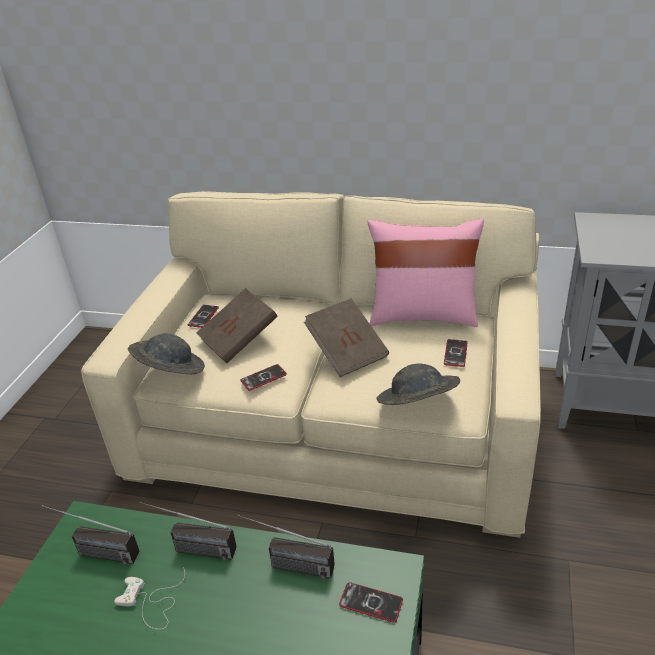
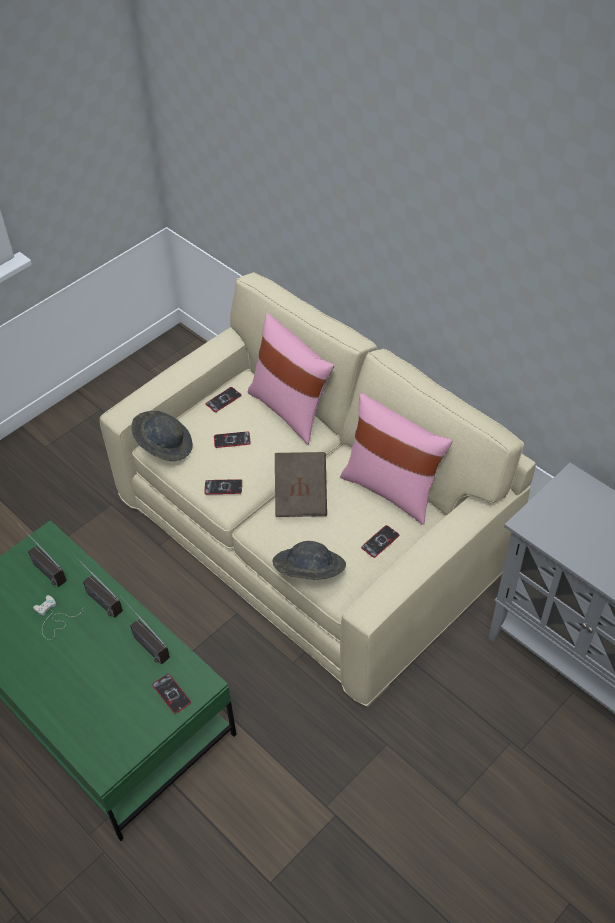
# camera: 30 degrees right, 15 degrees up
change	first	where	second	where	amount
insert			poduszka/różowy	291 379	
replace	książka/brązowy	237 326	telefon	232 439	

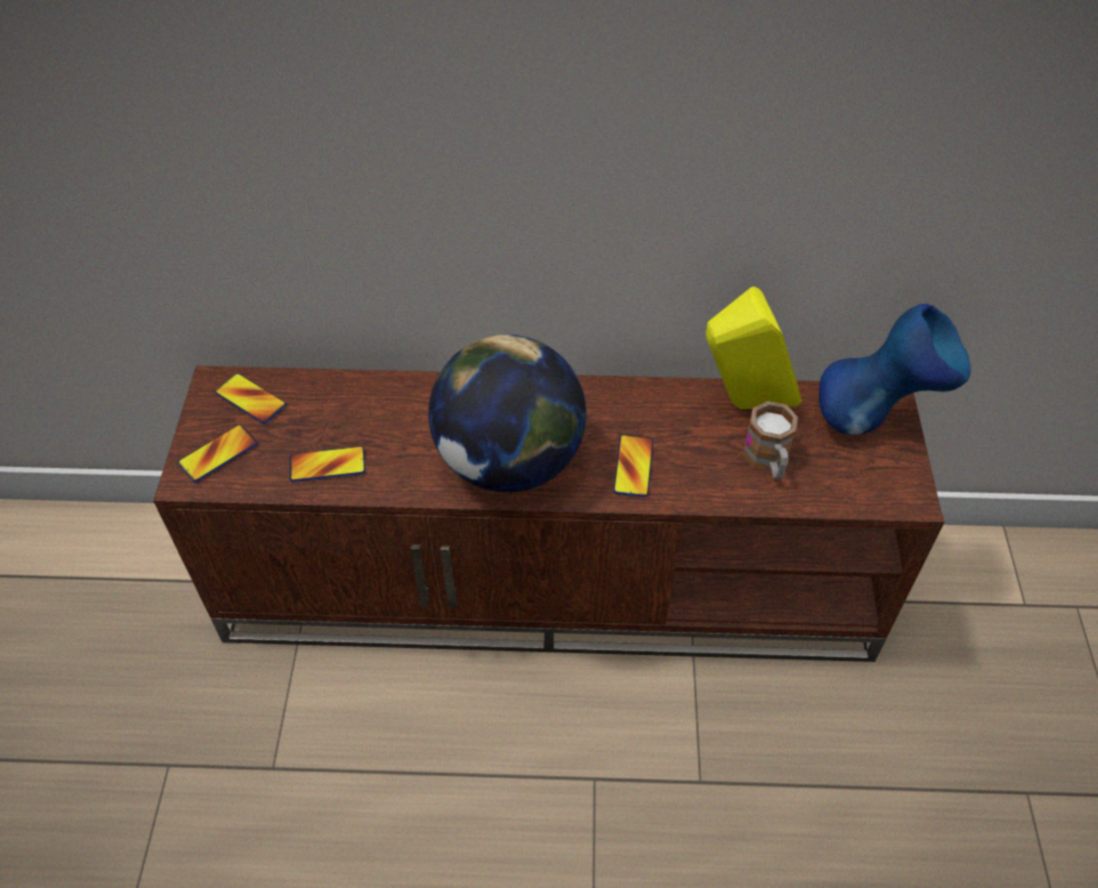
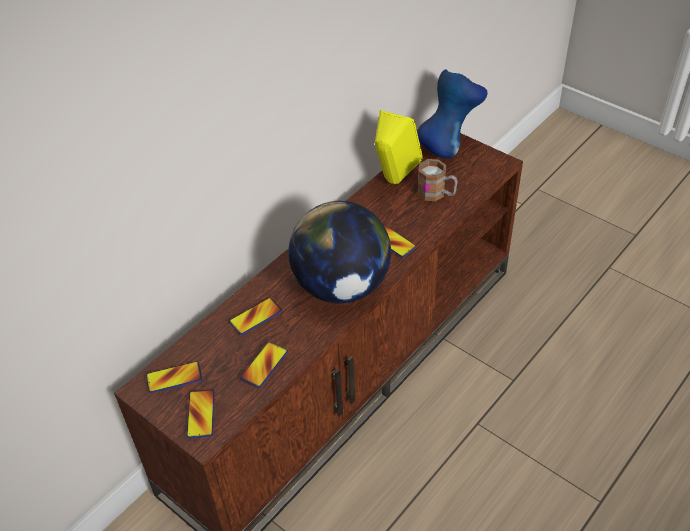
# camera: 50 degrees left, 5 degrees down
change	first	where	second	where	amount
insert			telefon	255 316	

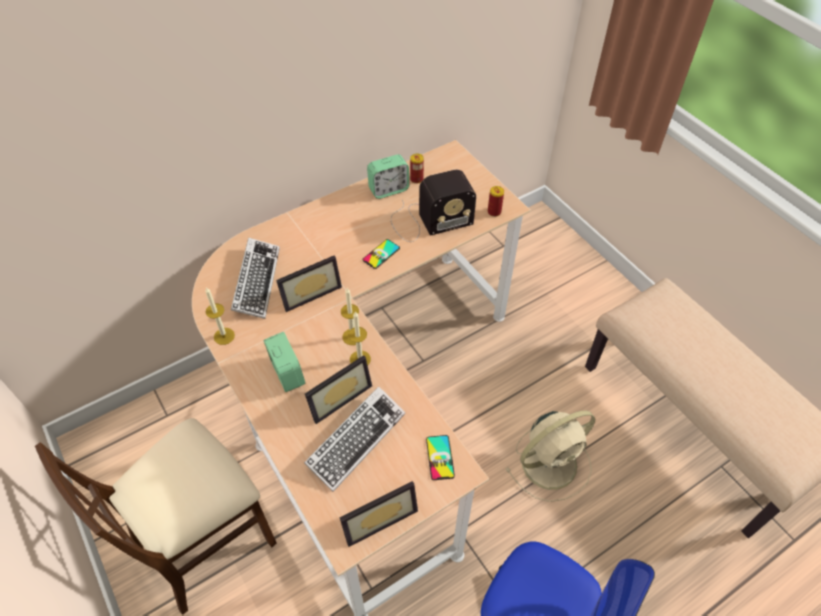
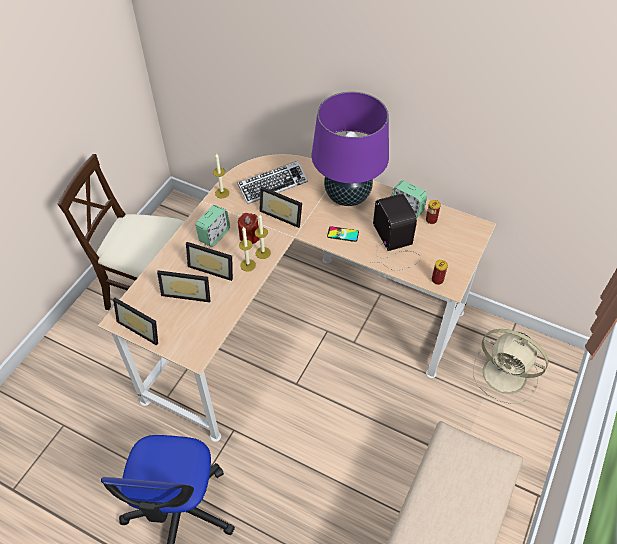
# camera: 60 degrees right, 0 degrees up
change	first	where	second	where	amount
delete	telefon	440 457			
insert			świeca/czerwony	249 228	
insert			lampa stołowa/fioletowy	350 148	
move	wentylator/beżowy	550 456		510 366	
replace	klawiatura	354 439	ramka na zdjęcie	183 286	
rotate	radio	433 205		396 232	150 degrees counterclockwise

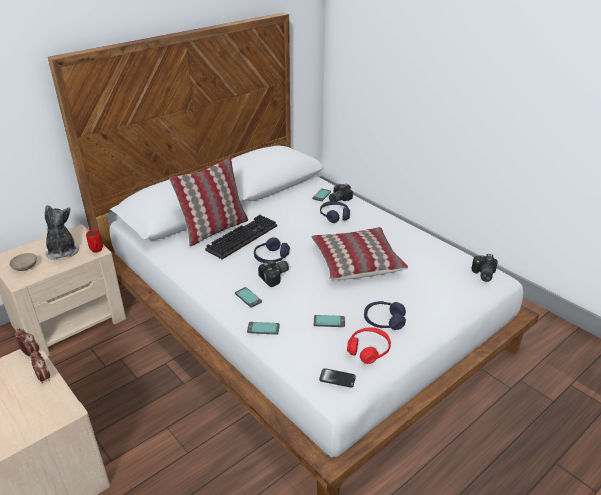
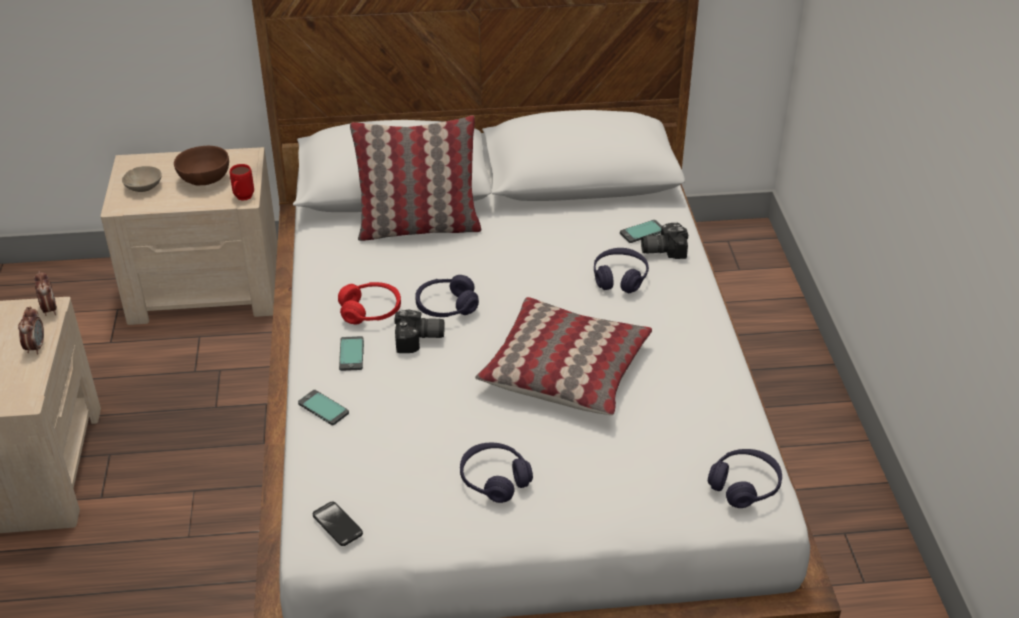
# camera: 35 degrees right, 5 degrees up
change	first	where	second	where	amount
delete	klawiatura	241 237			
delete	telefon	329 321			
move	słuchawki/czerwony	369 346		369 303	
replace	pluszak	62 232	miska/brązowy	201 166	
replace	aparat fotograficzny	484 268	słuchawki/fioletowy	745 478	

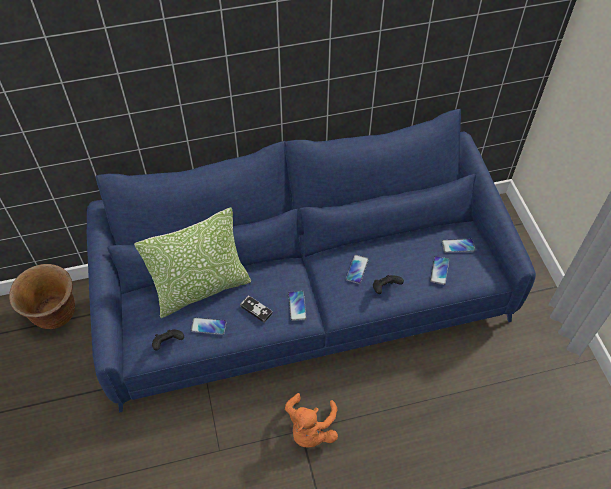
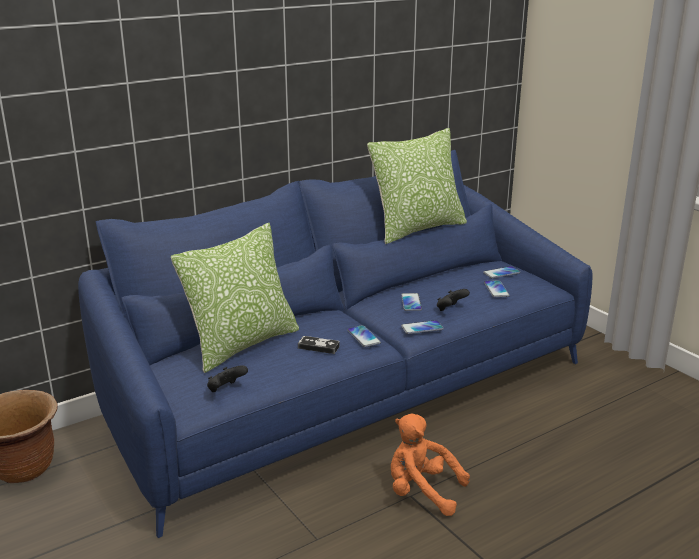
# camera: 20 degrees left, 30 degrees down
change	first	where	second	where	amount
insert			poduszka	417 186	
move	telefon	209 326		422 327	
rotate	pluszak/pomarańczowy	311 420		430 464	120 degrees clockwise

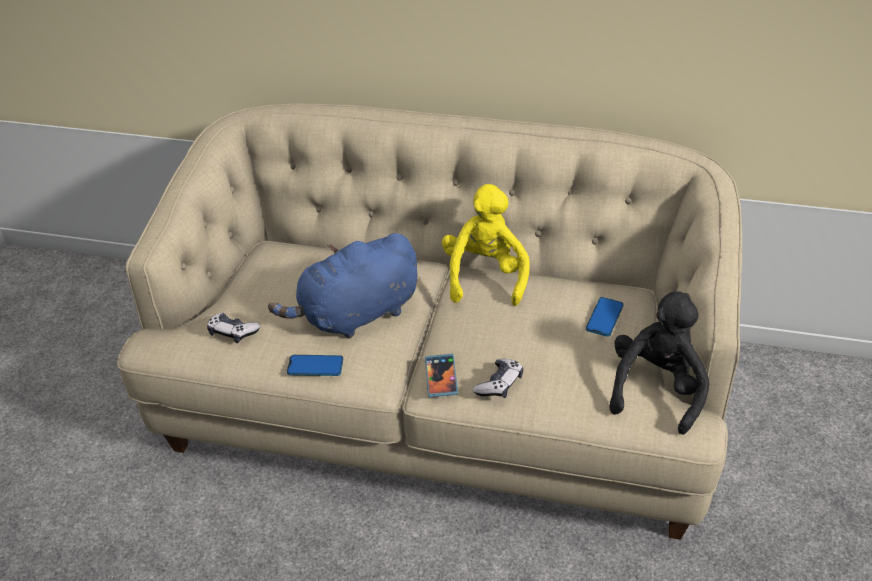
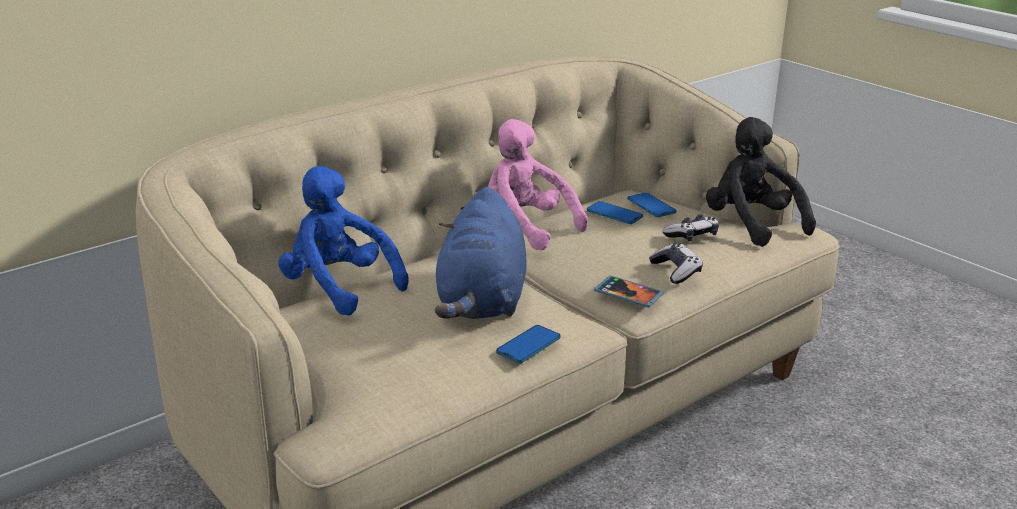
# camera: 55 degrees left, 15 degrees down
change	first	where	second	where	amount
insert			pluszak/niebieski	343 241	
insert			telefon	615 212	
move	pad do gier	233 328		691 228	
recolor	pluszak/żółty	486 245	pluszak/różowy	538 184	

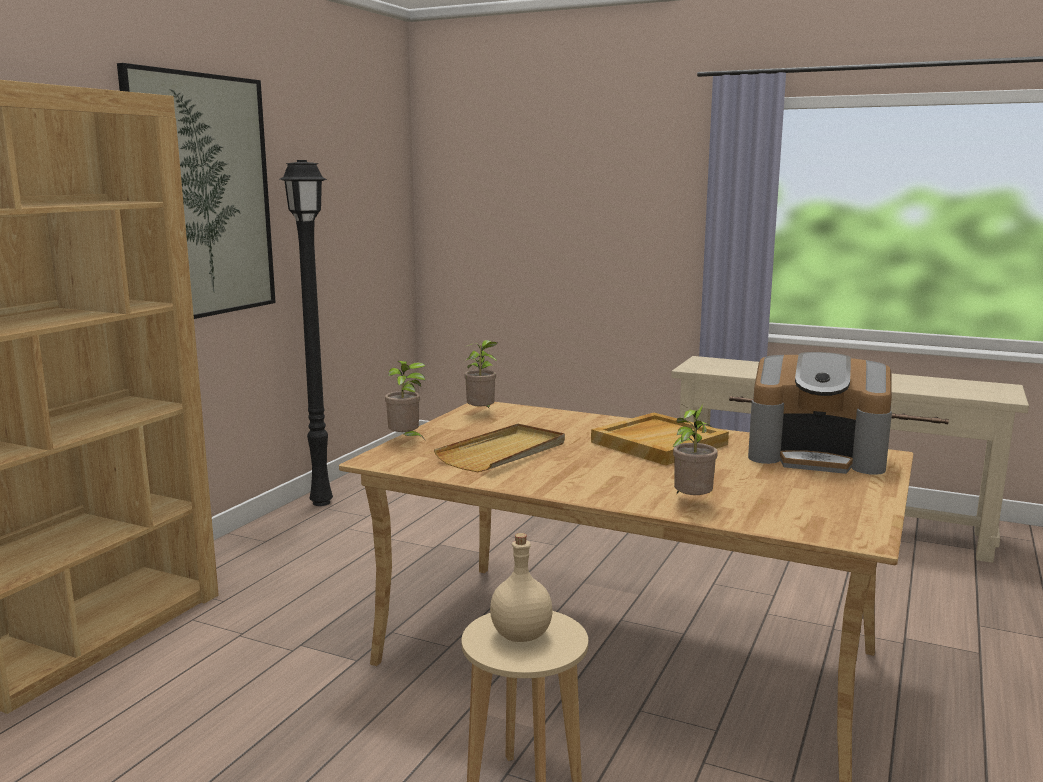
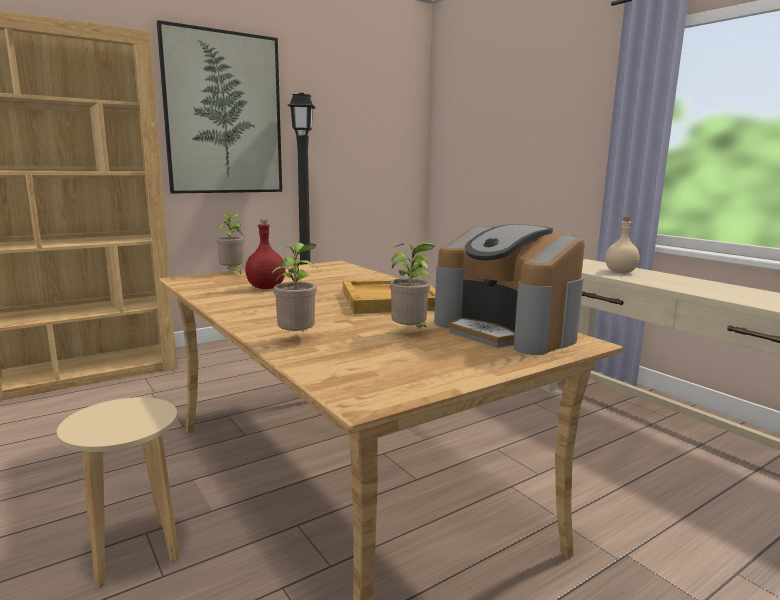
# camera: 30 degrees right, 0 degrees up
change	first	where	second	where	amount
move	roślina doniczkowa	480 374		412 286	
move	butelka/beżowy	521 587		622 245	
replace	taca/beżowy	499 448	butelka/czerwony	265 254	

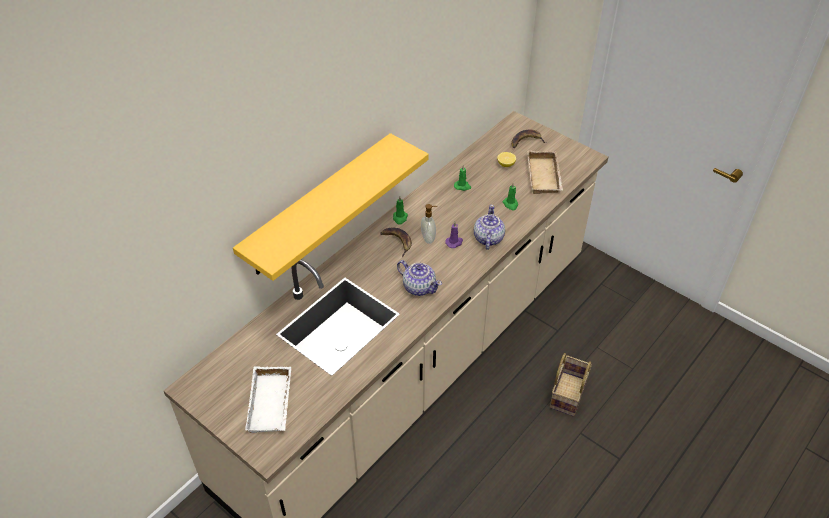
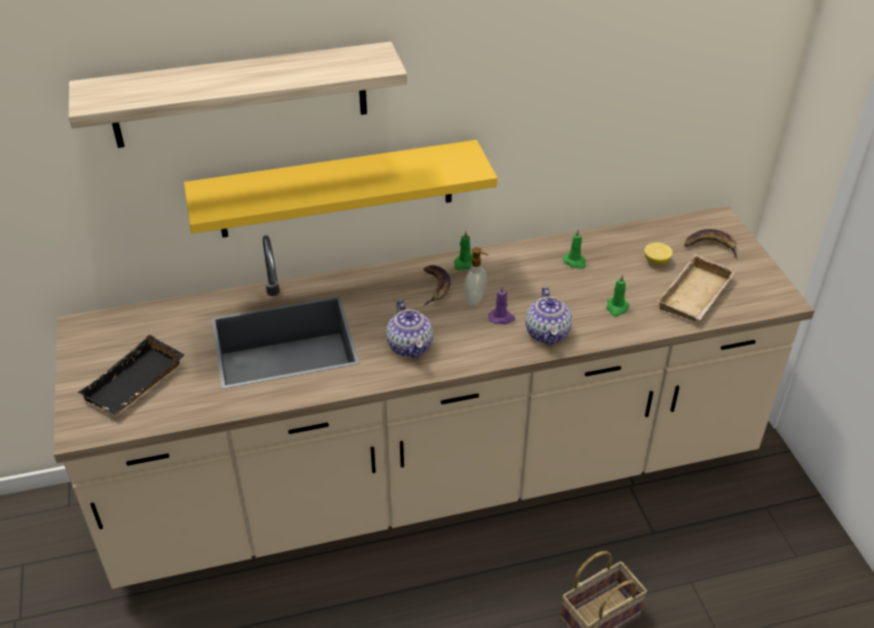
# camera: 35 degrees right, 5 degrees down
change	first	where	second	where	amount
insert			półka	238 95	
recolor	taca/biały	268 399	taca/czarny	131 375	
rotate	imbryk	489 227		548 316	135 degrees clockwise

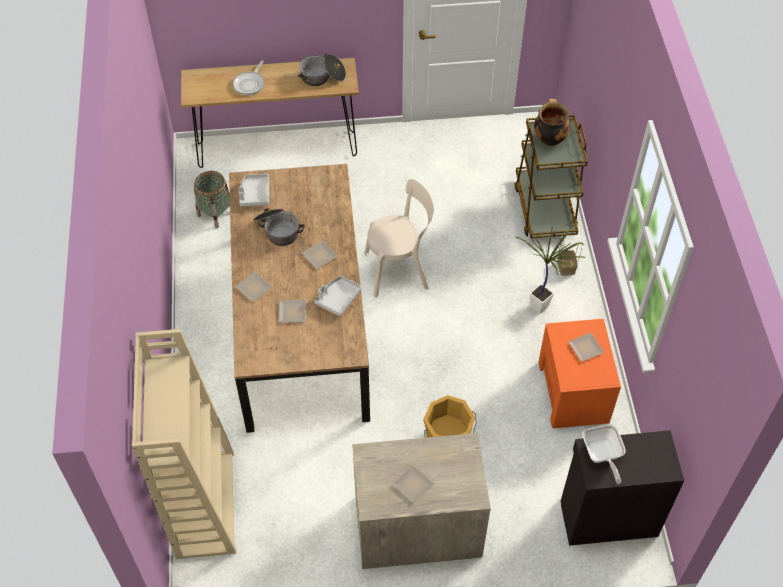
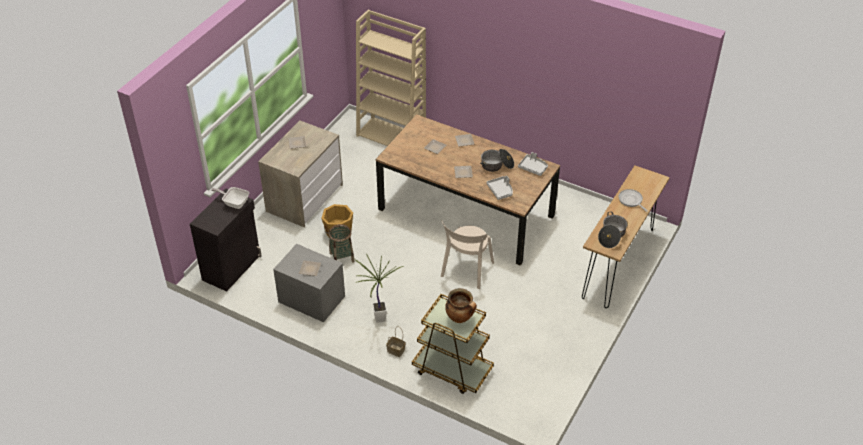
# camera: 125 degrees right, 10 degrees down
change	first	where	second	where	amount
move	koszyk	212 199		341 243	
move	taca/szary	338 296		499 188	
recolor	szafka nocna/pomarańczowy	579 373	szafka nocna/szary	309 283	

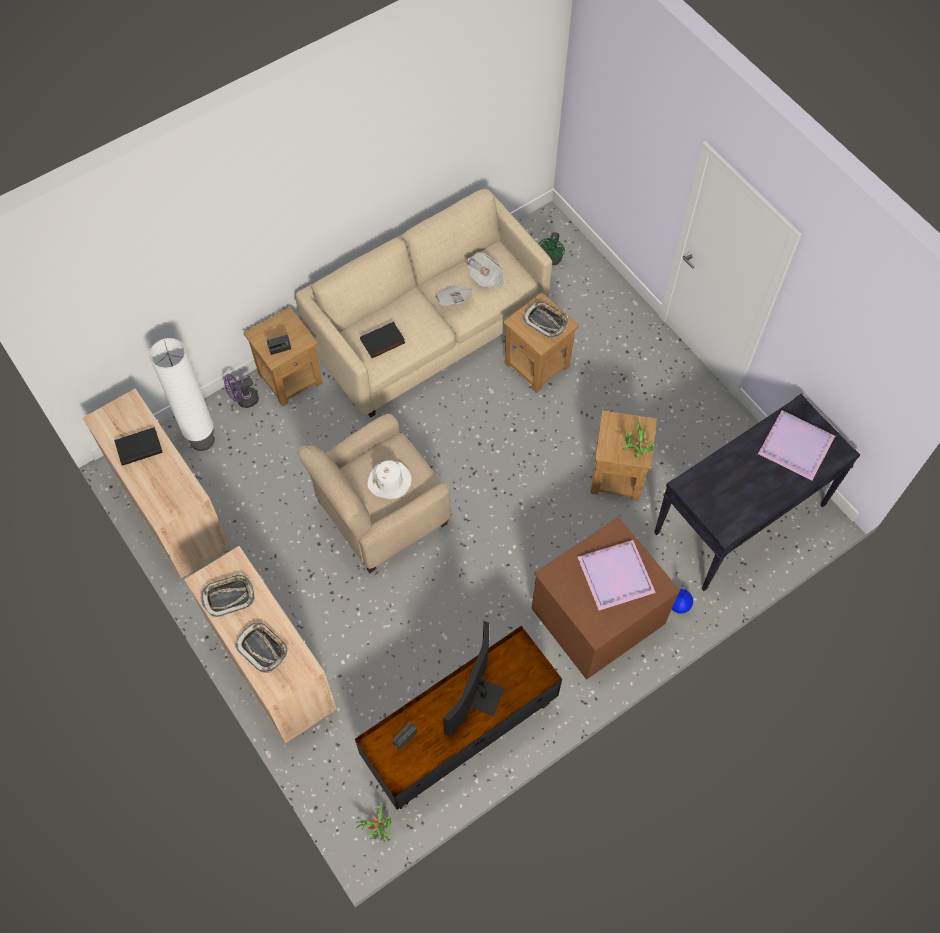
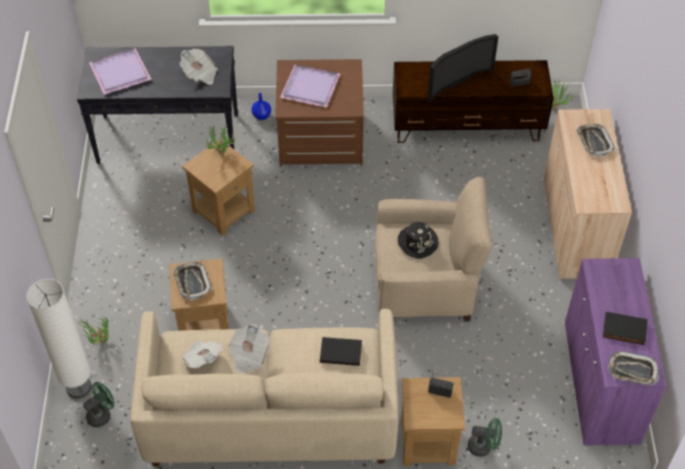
# camera: 145 degrees left, 10 degrees down
change	first	where	second	where	amount
insert			roślina doniczkowa	93 330	
insert			gazeta	198 67	
move	lampa stojąca/biały	182 394		59 339	
move	taca	227 595		633 368	
recolor	szafka/beżowy	157 483	szafka/fioletowy	616 352	
recolor	wentylator/fioletowy	241 391	wentylator/zielony	485 437	
recolor	kapelusz/biały	390 479	kapelusz/czarny	418 240	

